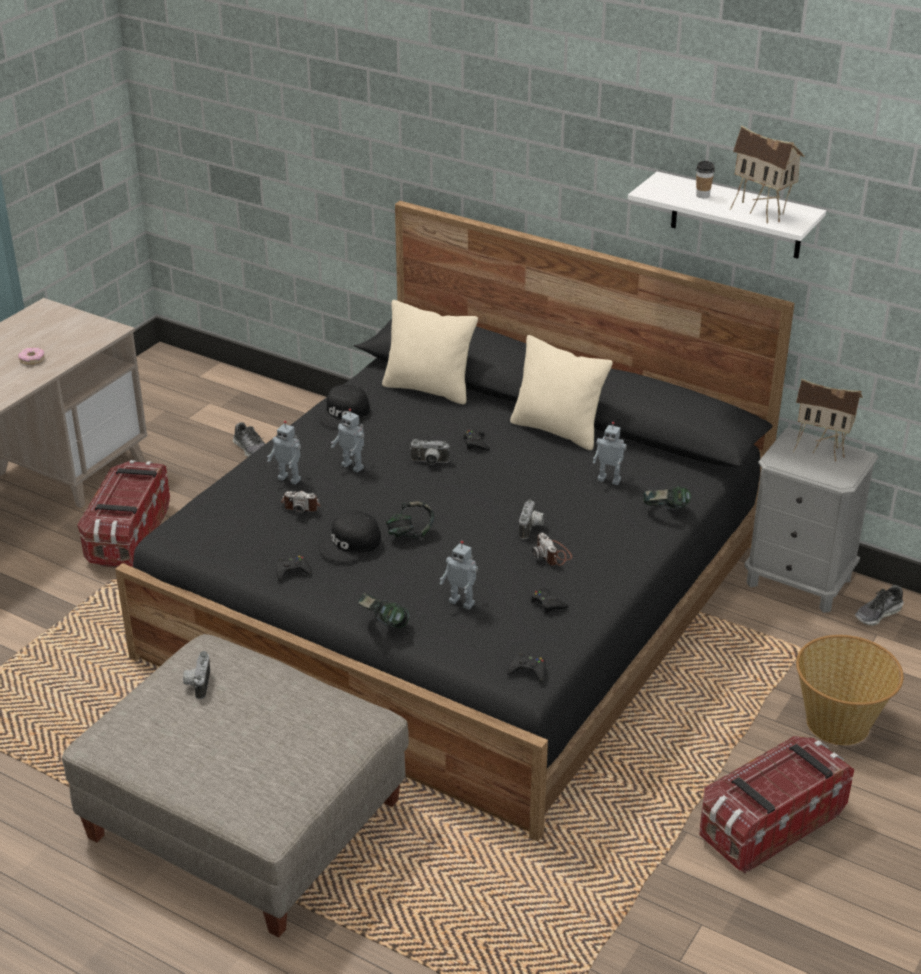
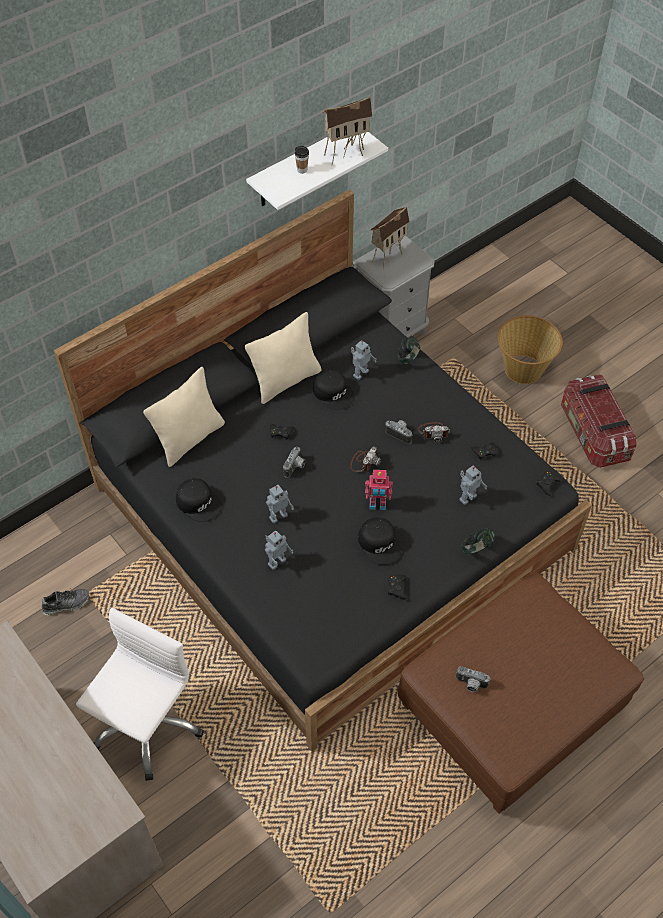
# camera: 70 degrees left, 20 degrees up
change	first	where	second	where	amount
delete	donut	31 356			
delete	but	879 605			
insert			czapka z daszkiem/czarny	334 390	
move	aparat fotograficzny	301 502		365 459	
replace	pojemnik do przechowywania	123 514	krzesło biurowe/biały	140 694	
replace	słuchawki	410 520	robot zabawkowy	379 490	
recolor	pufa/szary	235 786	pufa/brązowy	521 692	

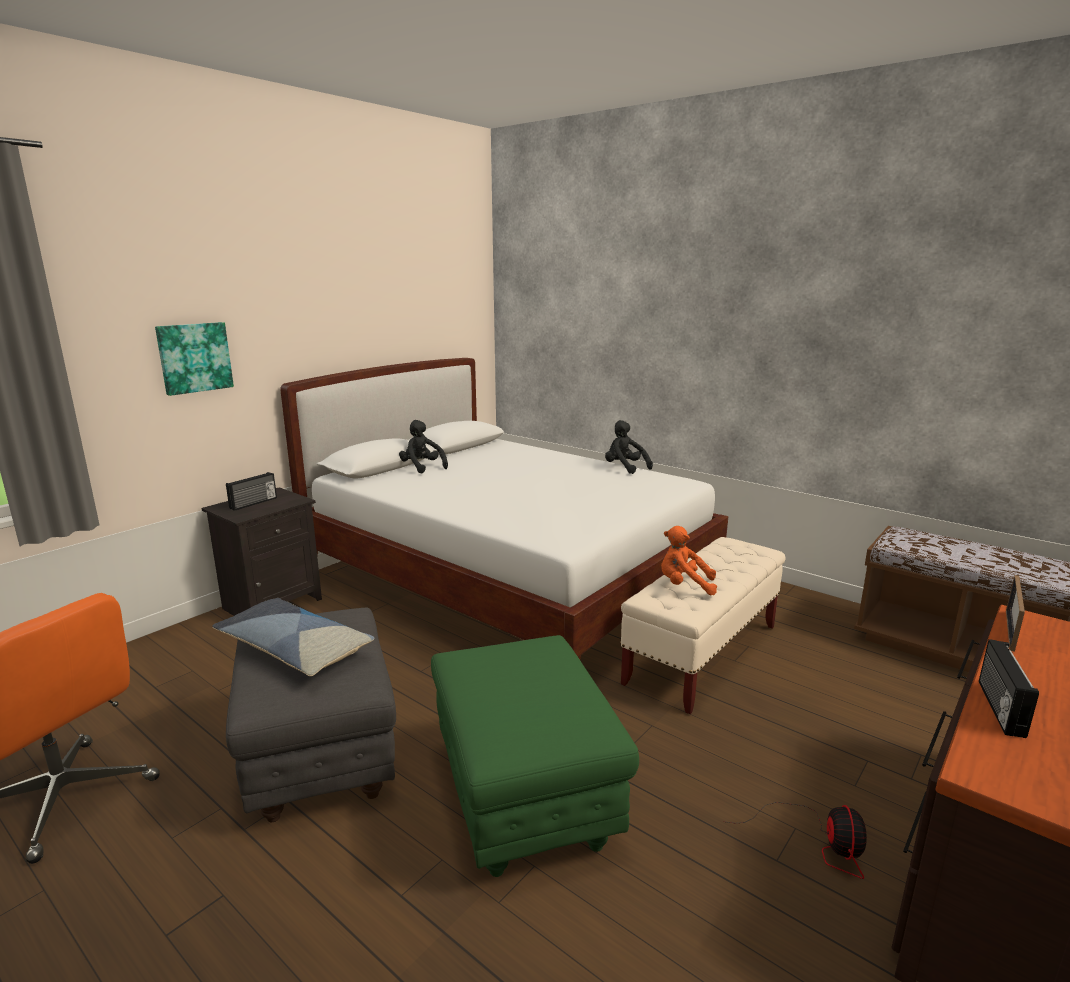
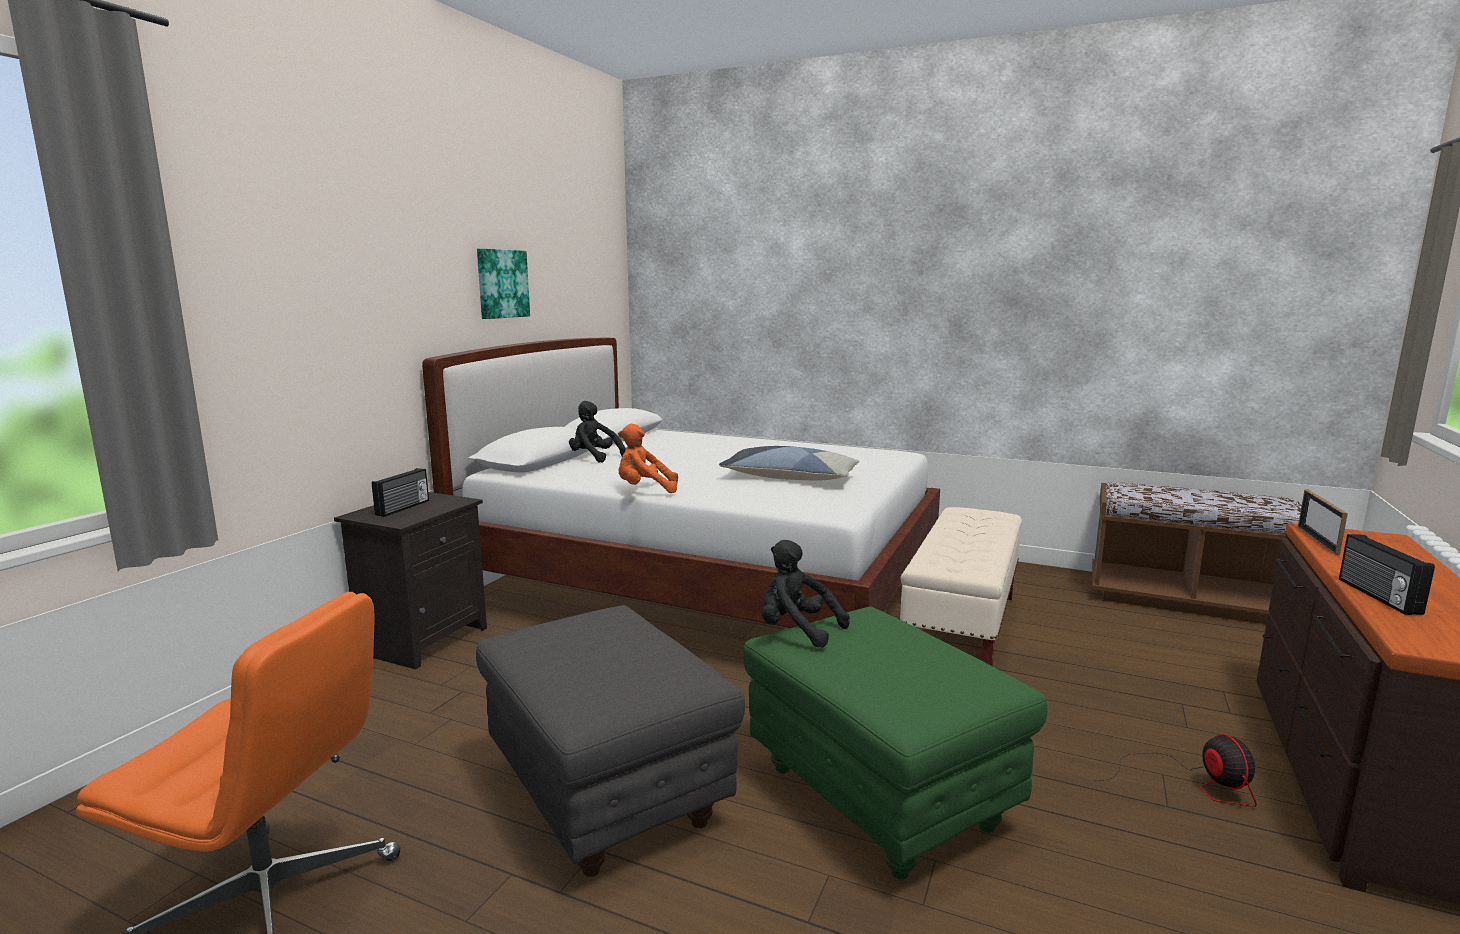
# camera: 15 degrees left, 5 degrees down
change	first	where	second	where	amount
move	obraz	194 359		503 284	
move	poduszka	293 637		789 463	
move	pluszak/czarny	629 447		806 594	
move	pluszak/pomarańczowy	689 560		648 458	

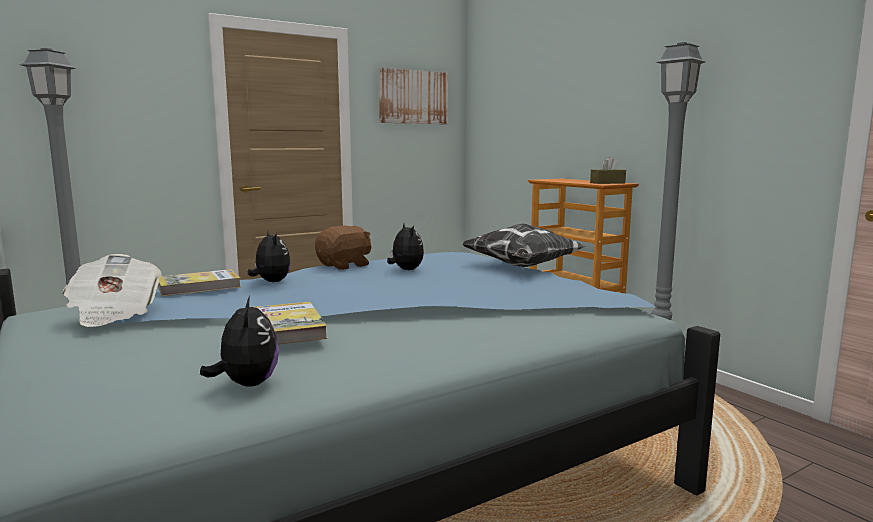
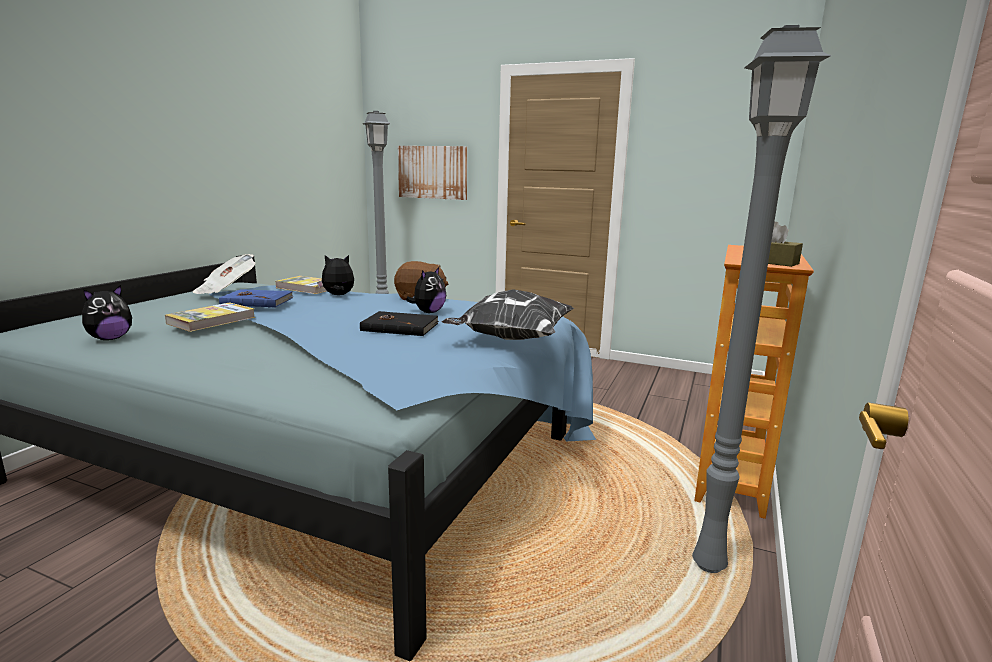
# camera: 55 degrees right, 5 degrees up
change	first	where	second	where	amount
insert			książka/niebieski	256 298	
insert			książka/czarny	399 323	
move	obraz	413 96		432 173	
rotate	pluszak	269 256		335 275	120 degrees counterclockwise

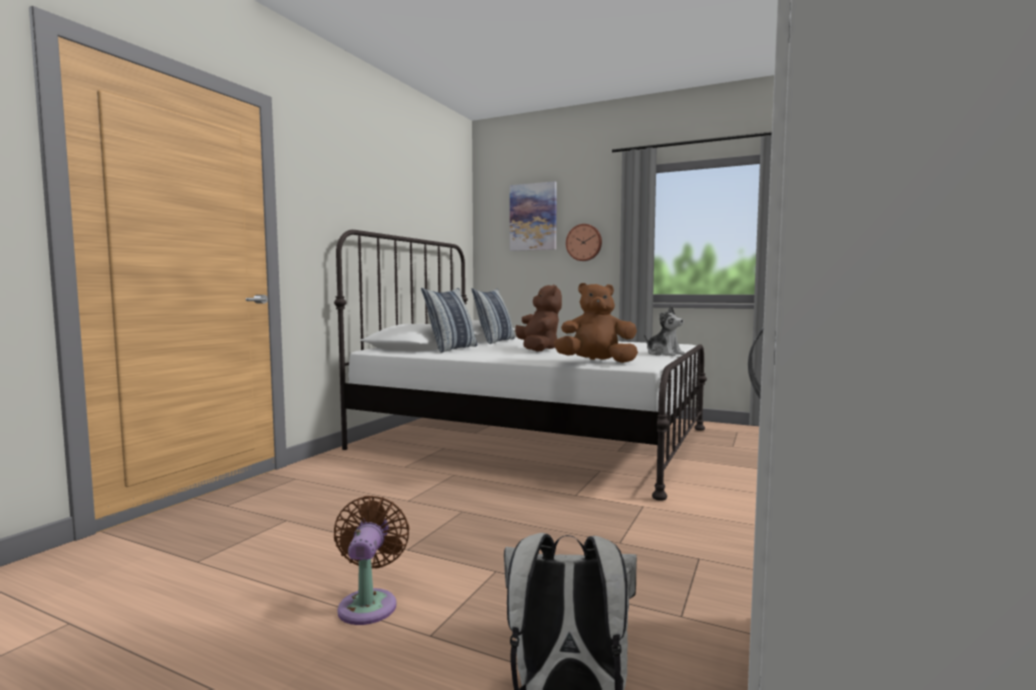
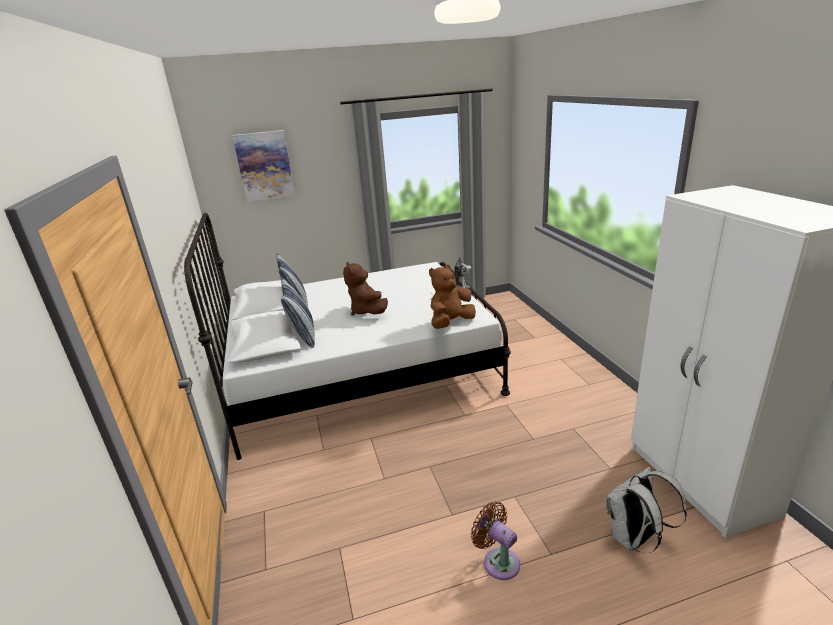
# camera: 40 degrees left, 20 degrees up
change	first	where	second	where	amount
delete	zegar ścienny	584 242			
rotate	pluszak/brązowy	538 317		365 288	150 degrees counterclockwise

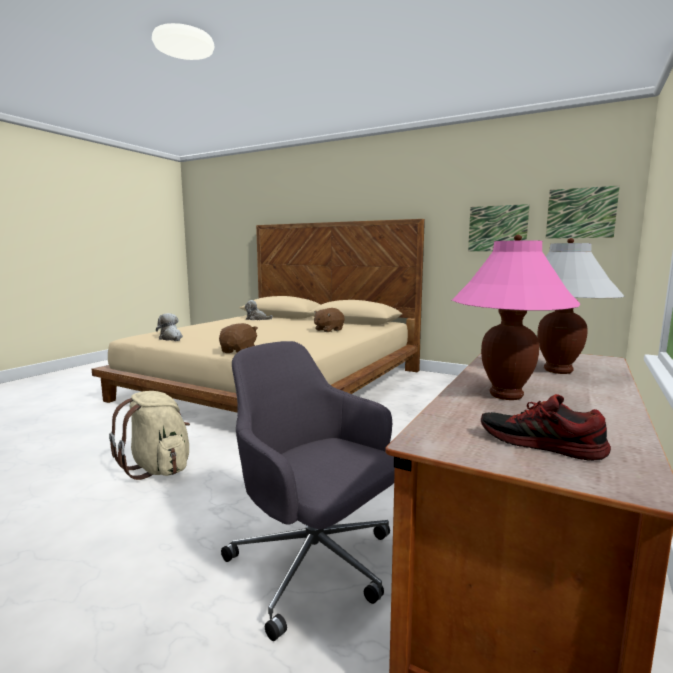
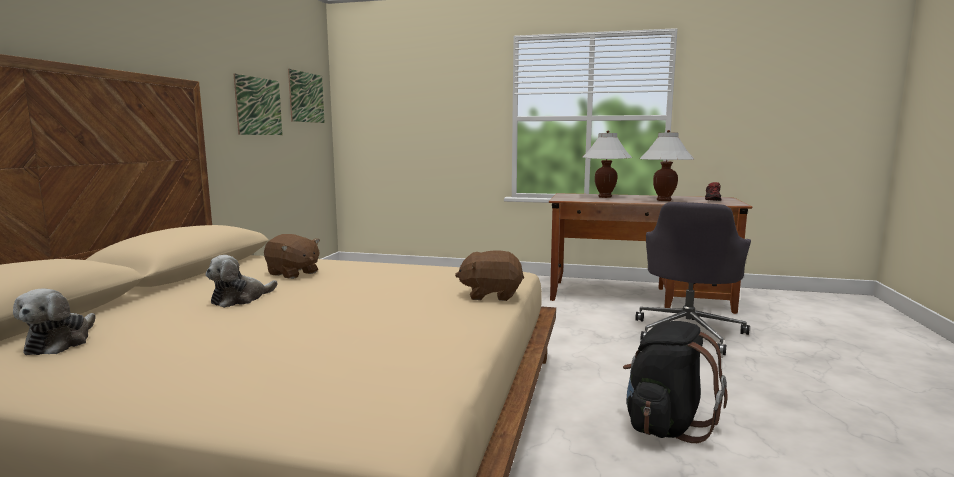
# camera: 105 degrees left, 0 degrees up
change	first	where	second	where	amount
move	pluszak	169 327		242 281	
recolor	plecak/beżowy	149 435	plecak/czarny	675 382	
recolor	lampa stołowa/różowy	516 317	lampa stołowa/biały	667 165	

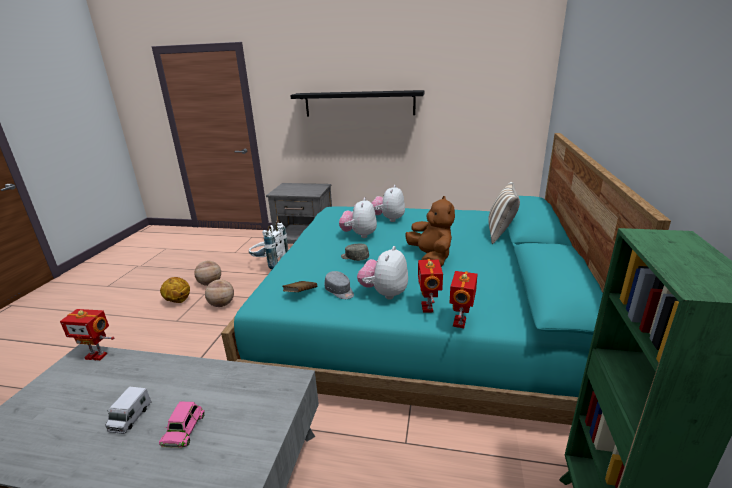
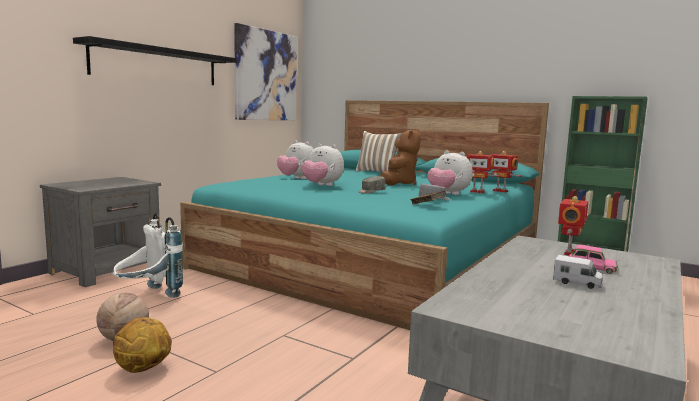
# camera: 70 degrees left, 15 degrees down
change	first	where	second	where	amount
delete	piłka do koszykówki	219 293			
insert			obraz	265 71	
move	robot zabawkowy	87 335		573 225	
rotate	pluszak/brązowy	430 231		400 157	105 degrees clockwise

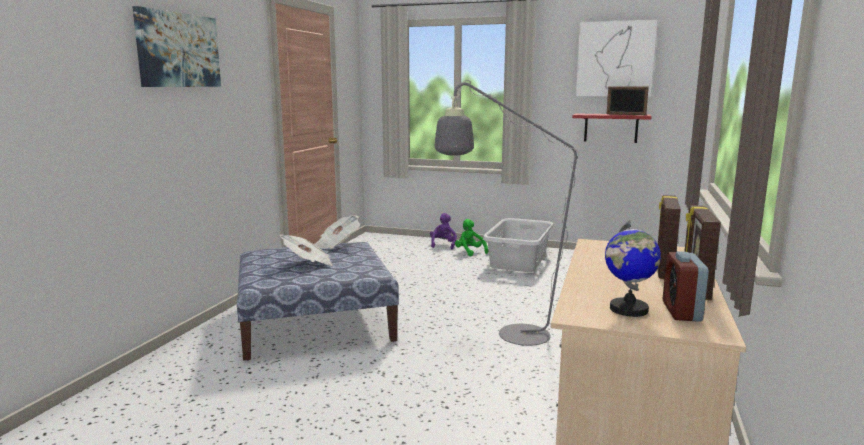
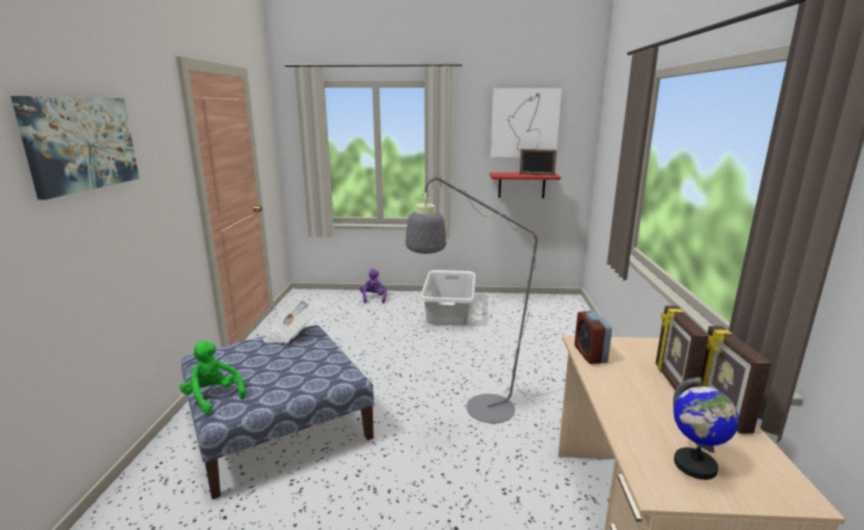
# camera: 15 degrees left, 5 degrees up
change	first	where	second	where	amount
delete	gazeta	306 250			
move	pluszak/zielony	471 237		212 377	
move	budzik	686 286		593 337	

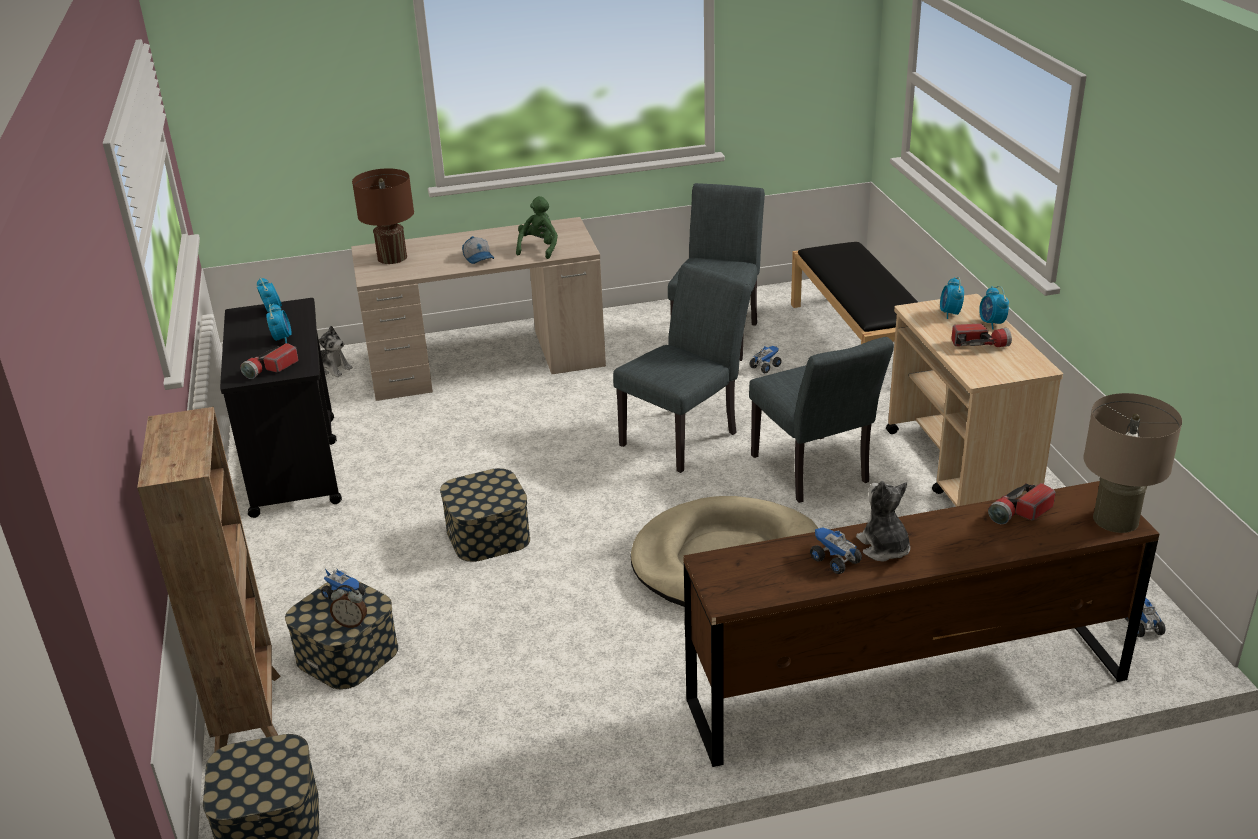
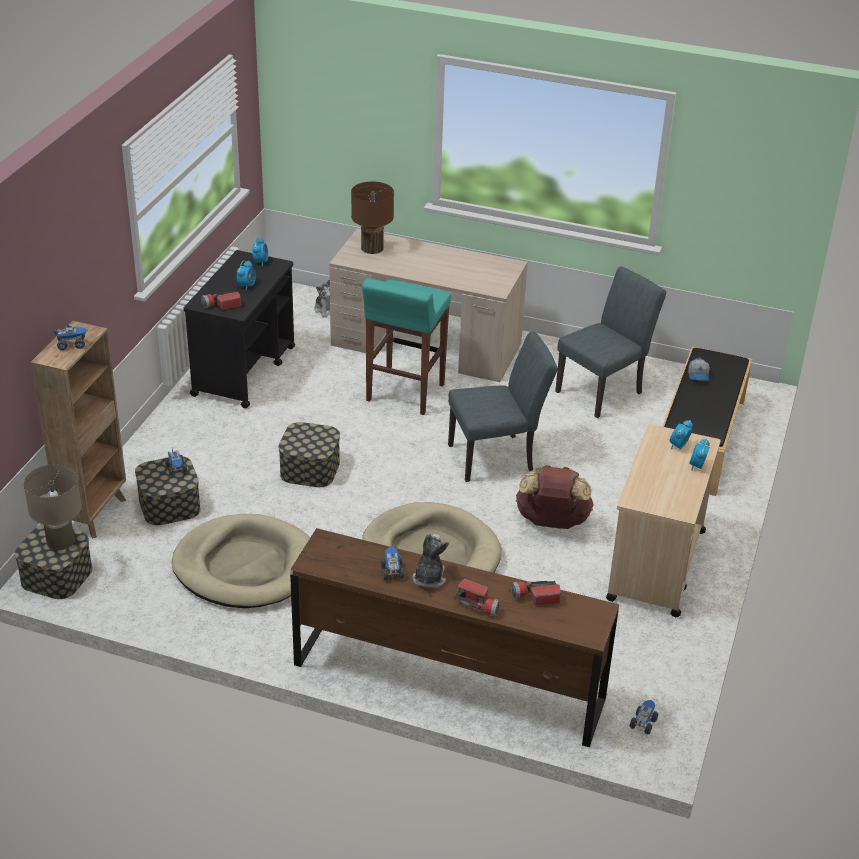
# camera: 30 degrees right, 5 degrees up
change	first	where	second	where	amount
delete	budzik	348 606			
delete	pluszak/zielony	537 227			
insert			legowisko/beżowy	241 561	
insert			stołek/turkusowy	406 346	
move	czapka z daszkiem	478 250		699 369	
move	ciężarówka zabawkowa	765 359		70 337	
move	latarka	981 335		476 597	
move	lampa stołowa/beżowy	1133 463		53 507	
replace	krzesło/szary	821 420	plecak/brązowy	555 497	

